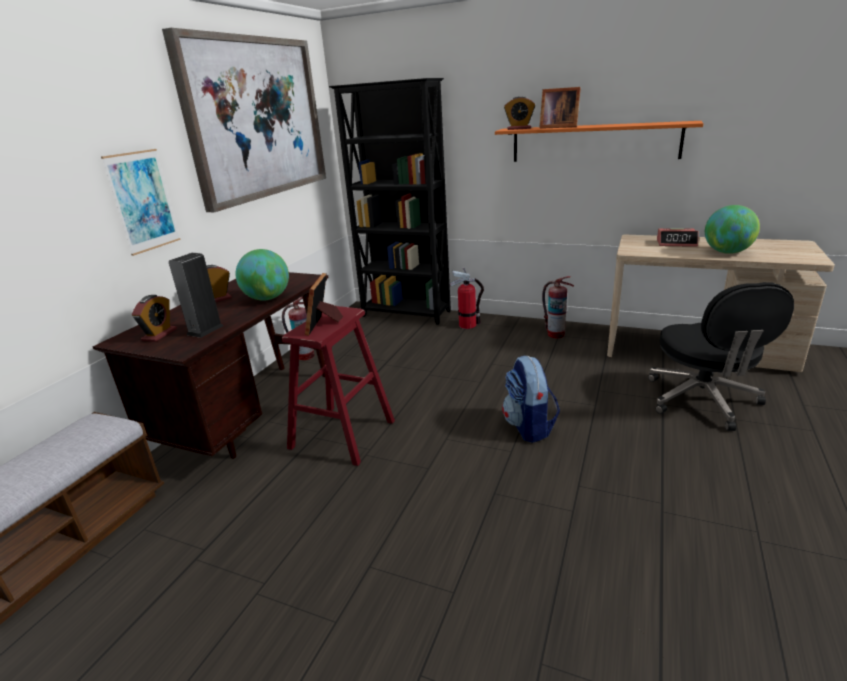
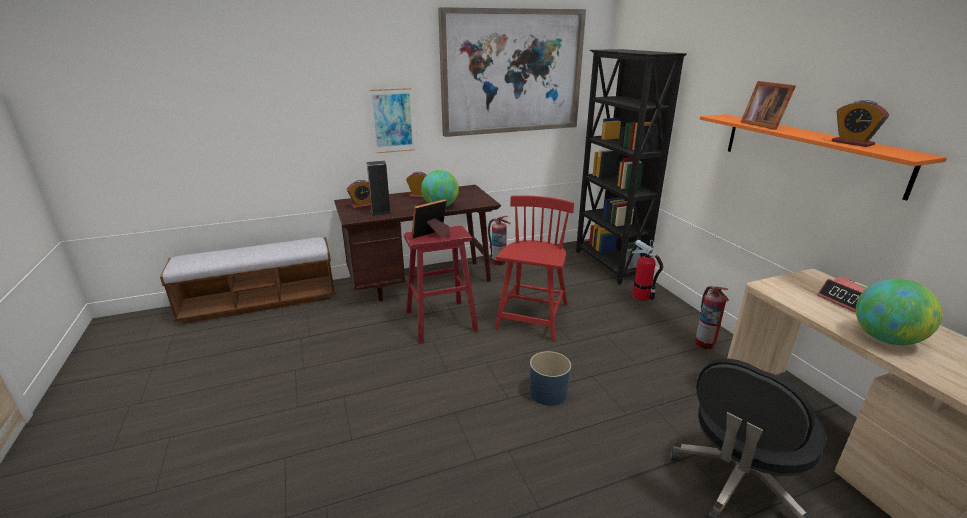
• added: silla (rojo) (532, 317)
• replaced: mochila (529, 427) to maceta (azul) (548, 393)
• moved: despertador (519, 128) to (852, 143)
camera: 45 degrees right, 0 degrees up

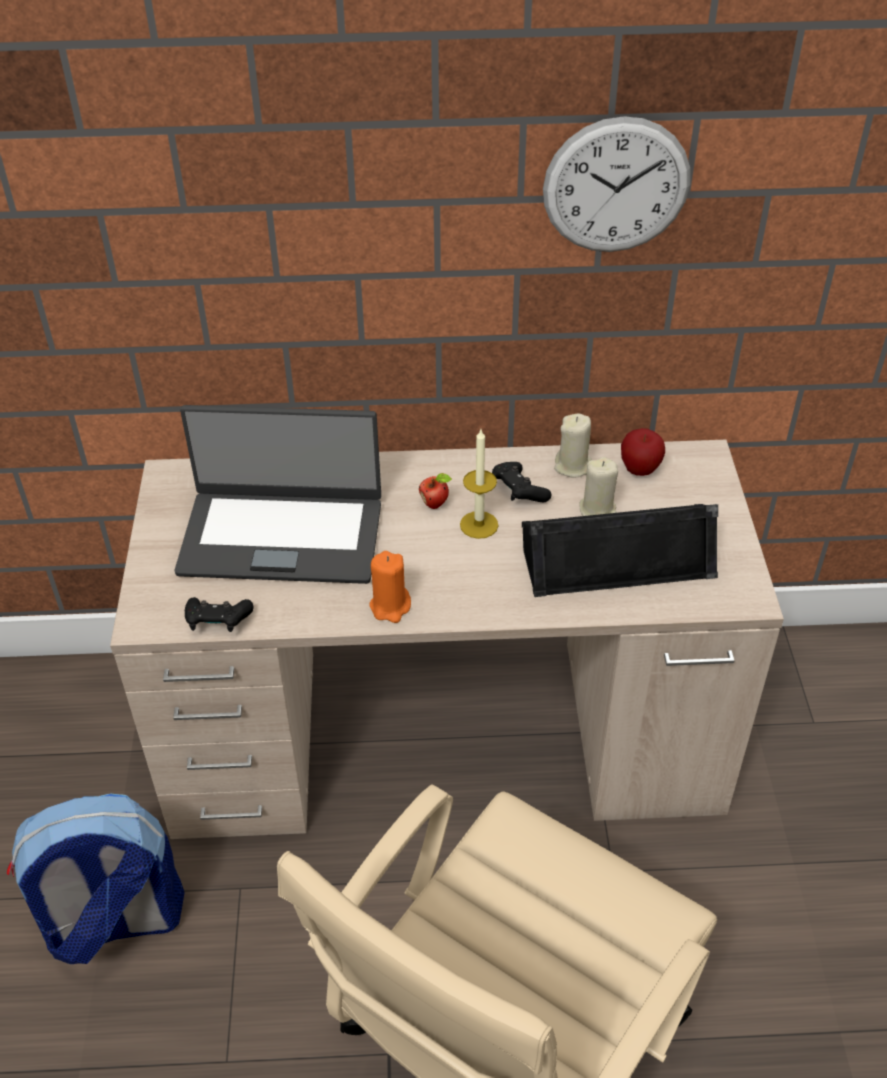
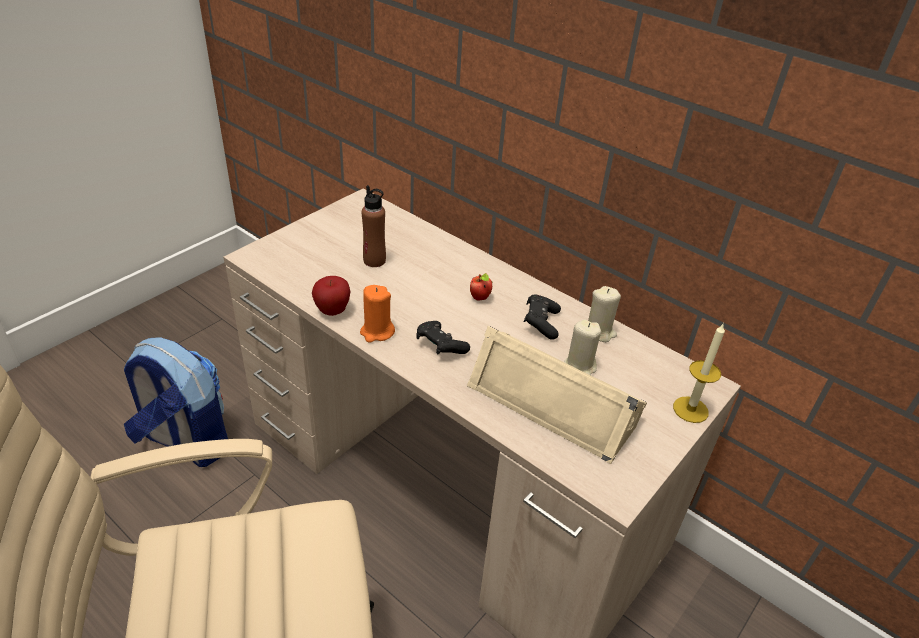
• moved: manzana (639, 470) to (332, 311)
• replaced: portátil (282, 535) to botella (marrón) (374, 260)
• moved: mando de consola (negro) (218, 622) to (440, 346)
• recoloured: altavoz (negro) (616, 557) to altavoz (beis) (554, 401)
• moved: vela (479, 525) to (690, 409)
• removed: reloj de pared (616, 186)
camera: 40 degrees right, 5 degrees down

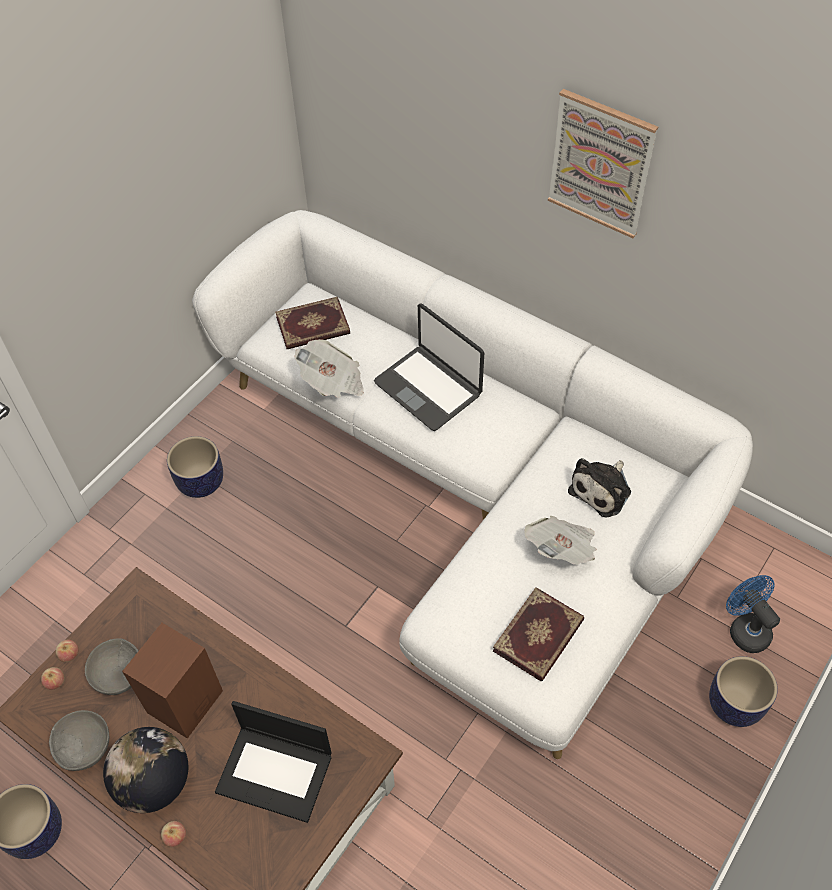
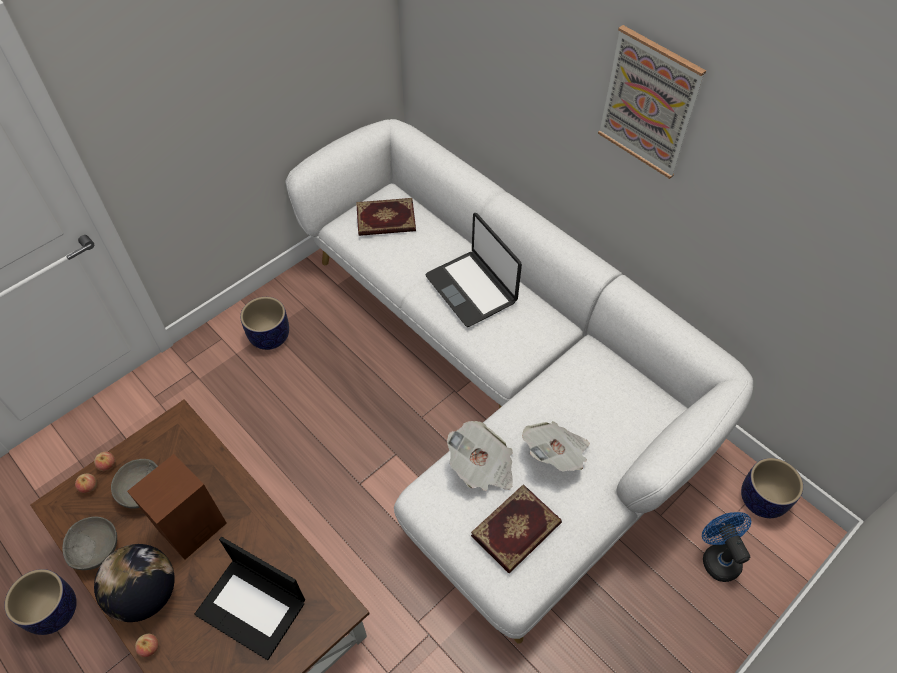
• moved: periódico (333, 382) to (482, 467)
• moved: maceta (735, 704) to (762, 500)
• removed: peluche (602, 490)
camera: 10 degrees right, 0 degrees up

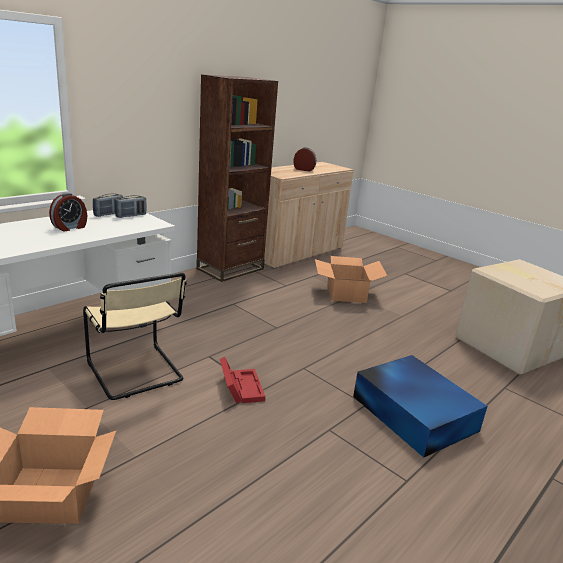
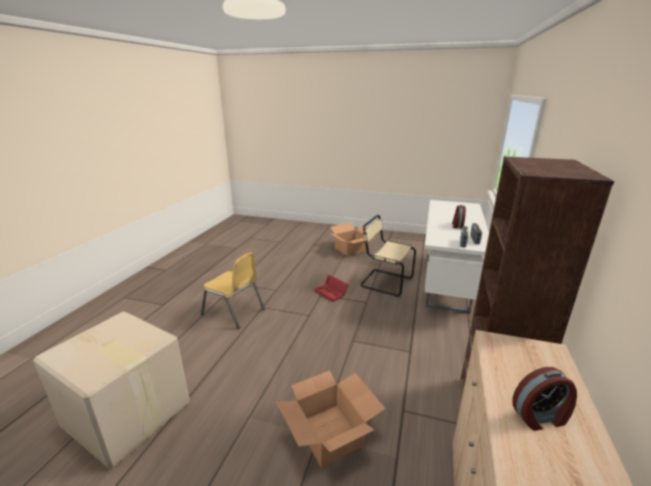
• replaced: caja de almacenaje (azul) (413, 412) to silla (amarillo) (233, 312)
camera: 155 degrees right, 0 degrees up

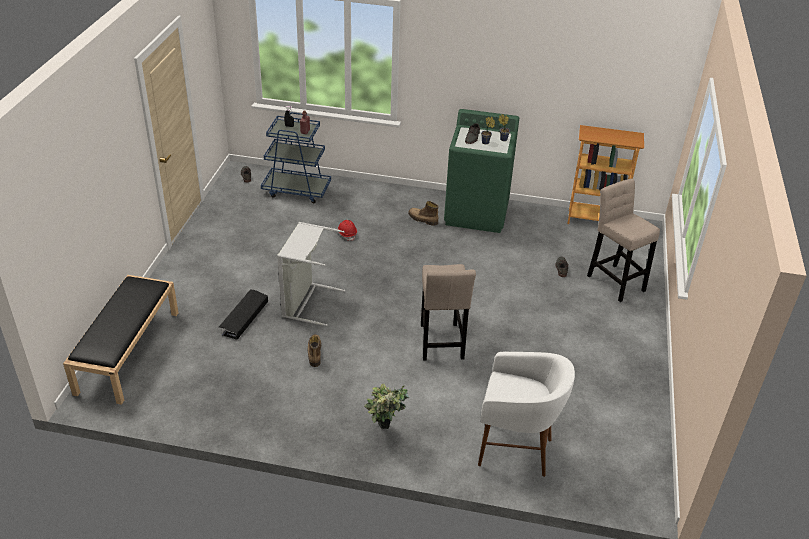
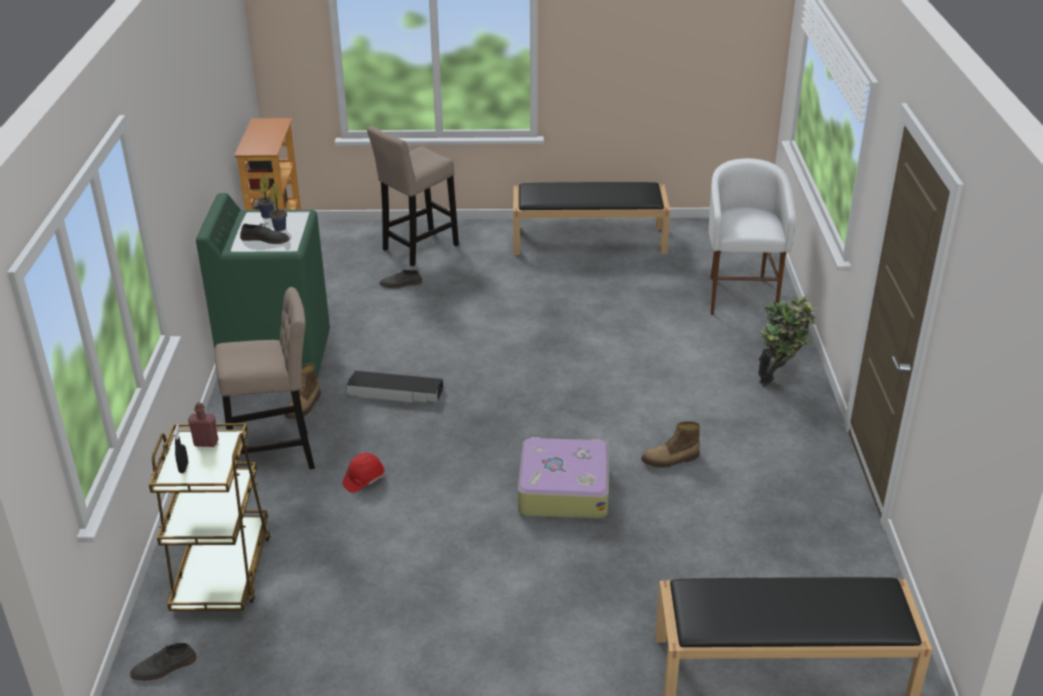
• recoloured: carrito (azul) (297, 190) to carrito (marrón) (223, 572)
• moved: taburete (beis) (441, 344) to (277, 456)
• moved: caja de almacenaje (negro) (244, 317) to (396, 392)
• added: banco (negro) (590, 240)
• replaced: cesto de la ropa (gris) (306, 302) to maleta (563, 489)
camera: 100 degrees left, 5 degrees down

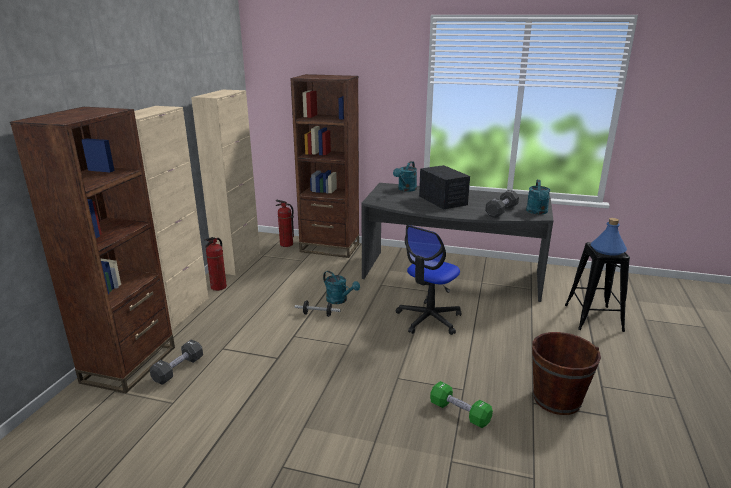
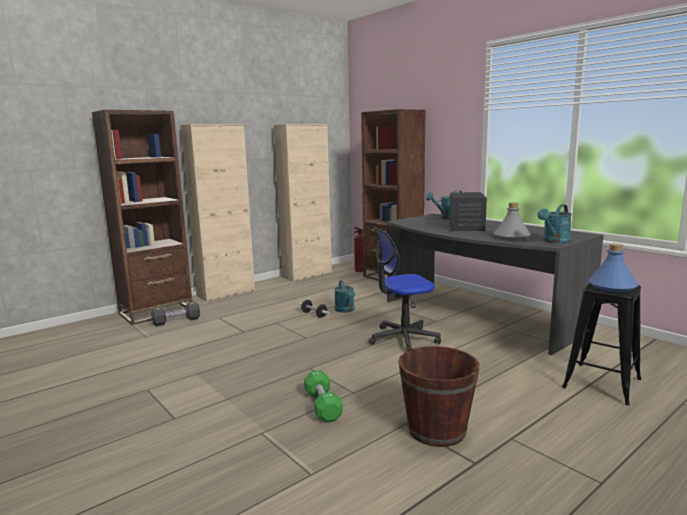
• replaced: mancuerna (negro) (501, 211) to botella (gris) (511, 237)
• removed: extintor (219, 287)
camera: 35 degrees right, 10 degrees down

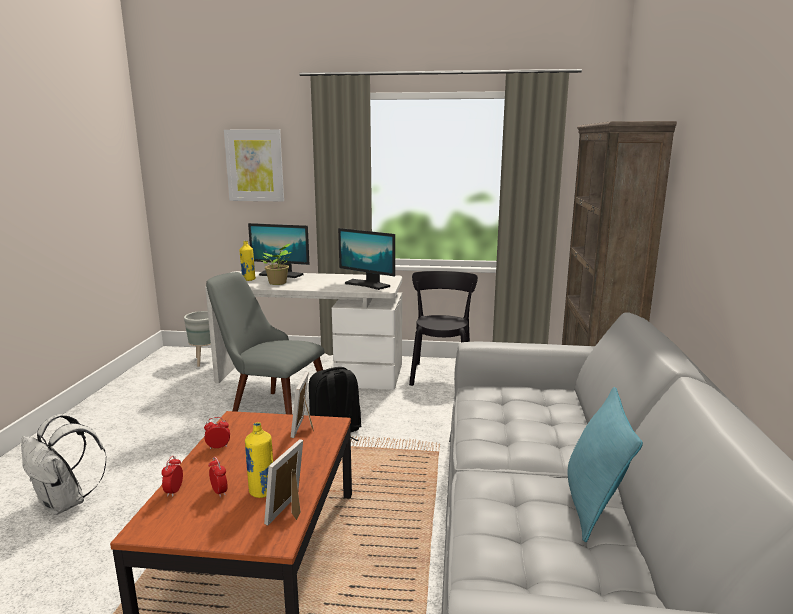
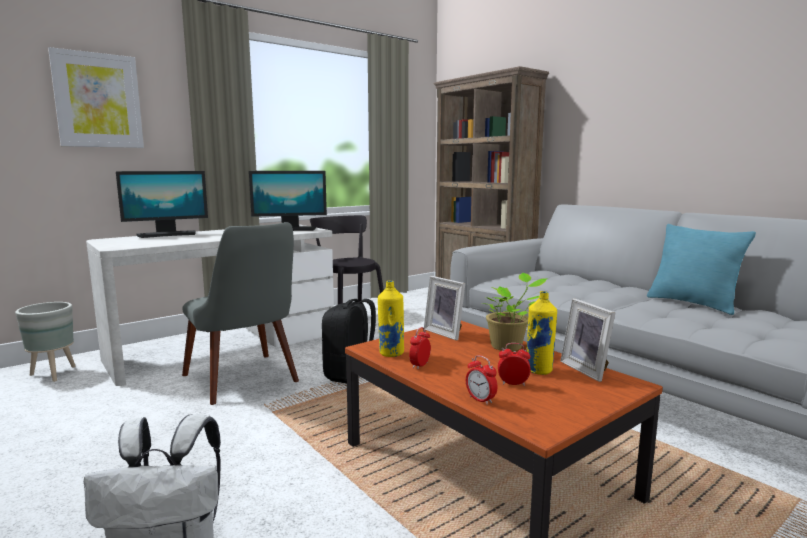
• turned: silla (gris) (270, 410) = (247, 382) 105 degrees counterclockwise
• moved: botella (amarillo) (248, 279) to (391, 353)
• moved: planta en maceta (278, 283) to (509, 346)
camera: 45 degrees left, 5 degrees down

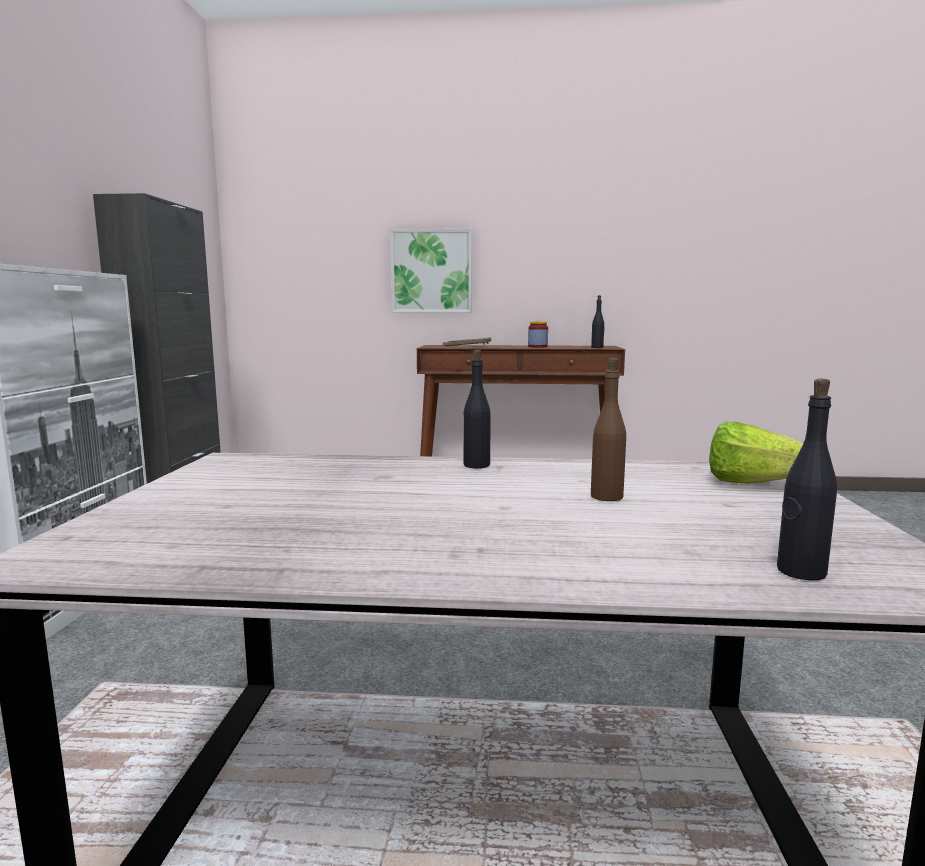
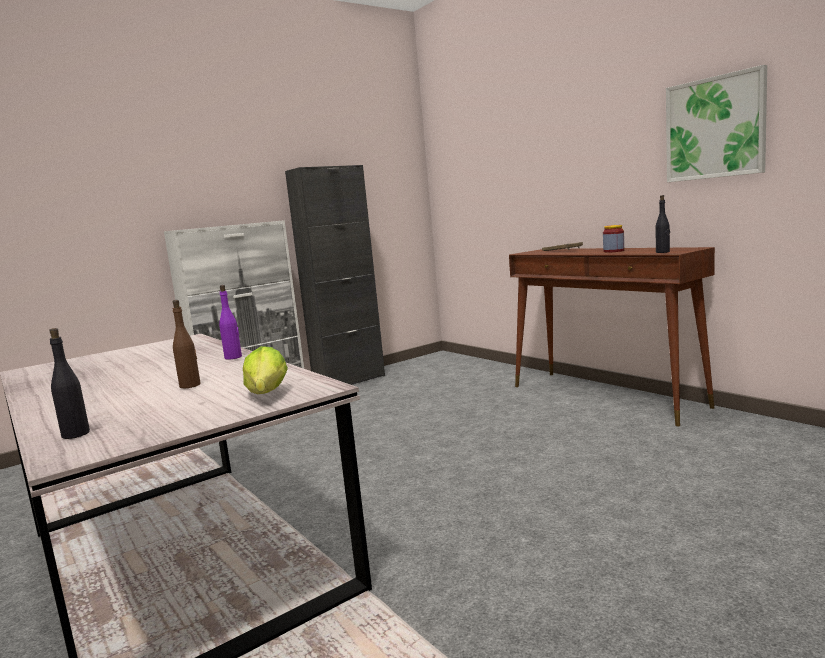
• recoloured: botella (negro) (476, 465) to botella (morado) (233, 357)
• moved: cuadro (431, 271) to (715, 128)
camera: 50 degrees right, 0 degrees up

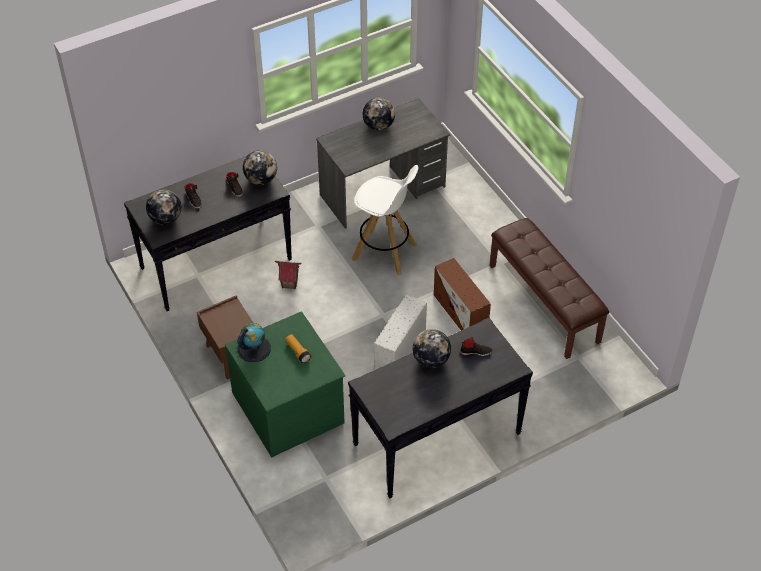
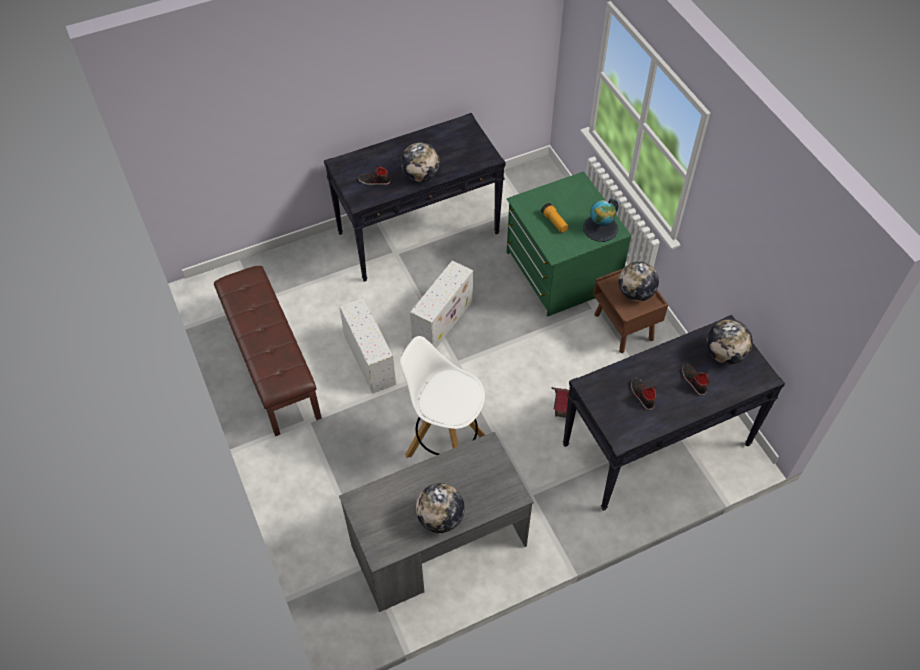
• recoloured: caja de almacenaje (marrón) (461, 314) to caja de almacenaje (blanco) (369, 358)
• moved: globo terráqueo (261, 179) to (635, 293)
camera: 175 degrees left, 5 degrees up

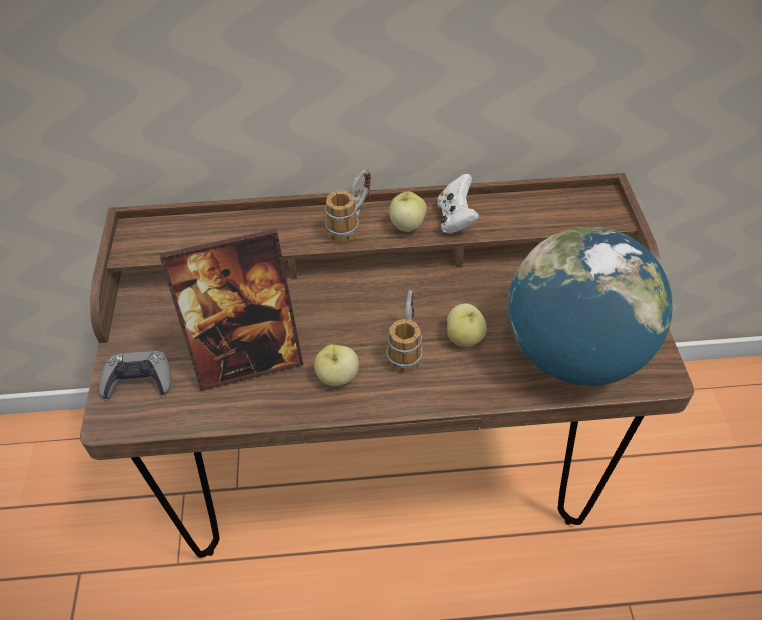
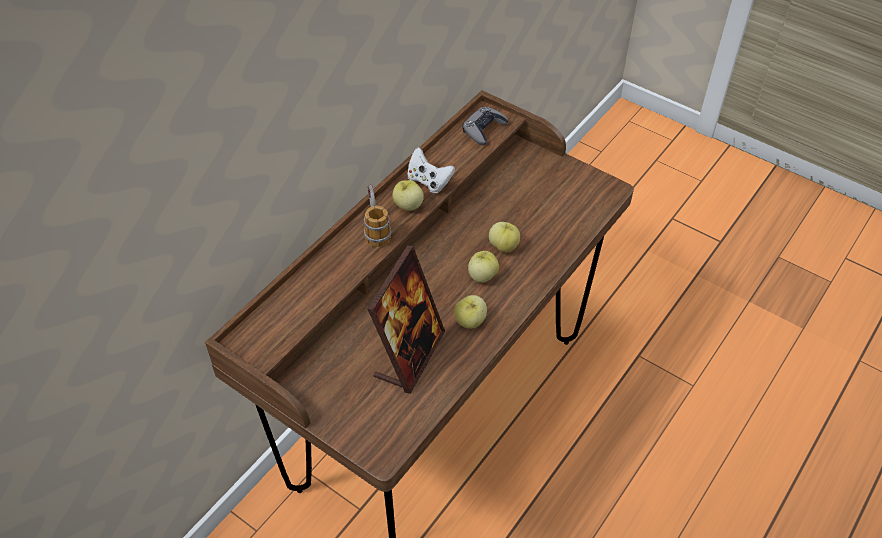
• moved: mando de consola (gris) (138, 380) to (484, 129)
• replaced: taza grande (406, 347) to manzana (482, 276)
• removed: globo terráqueo (573, 353)
camera: 50 degrees left, 0 degrees up

